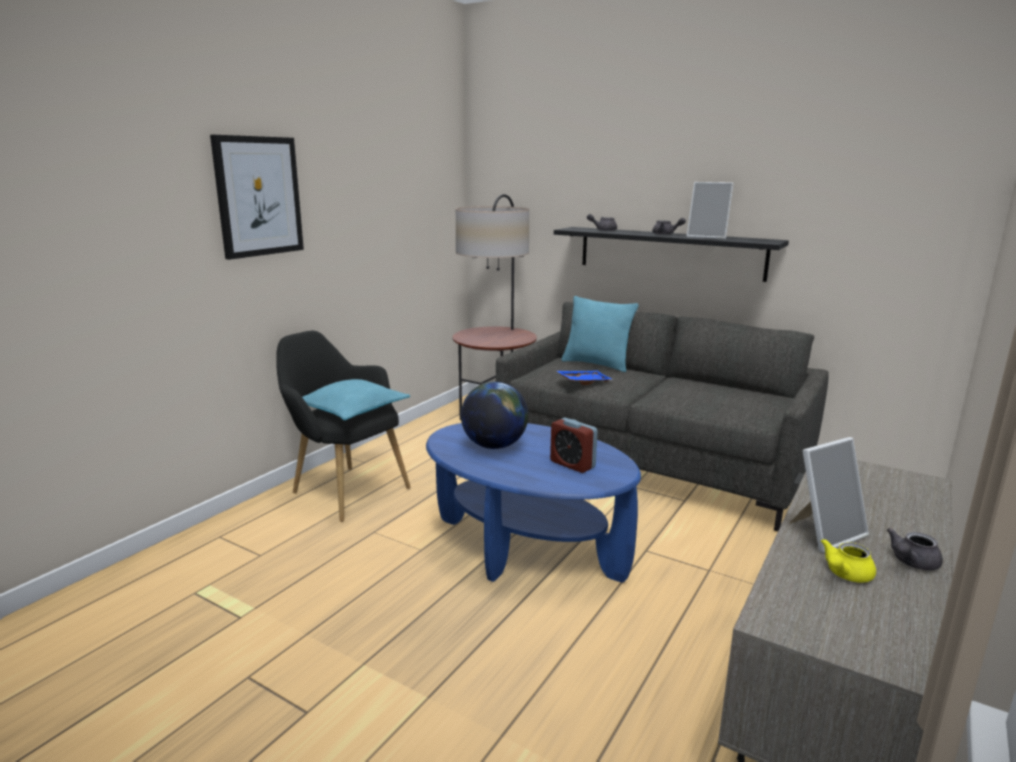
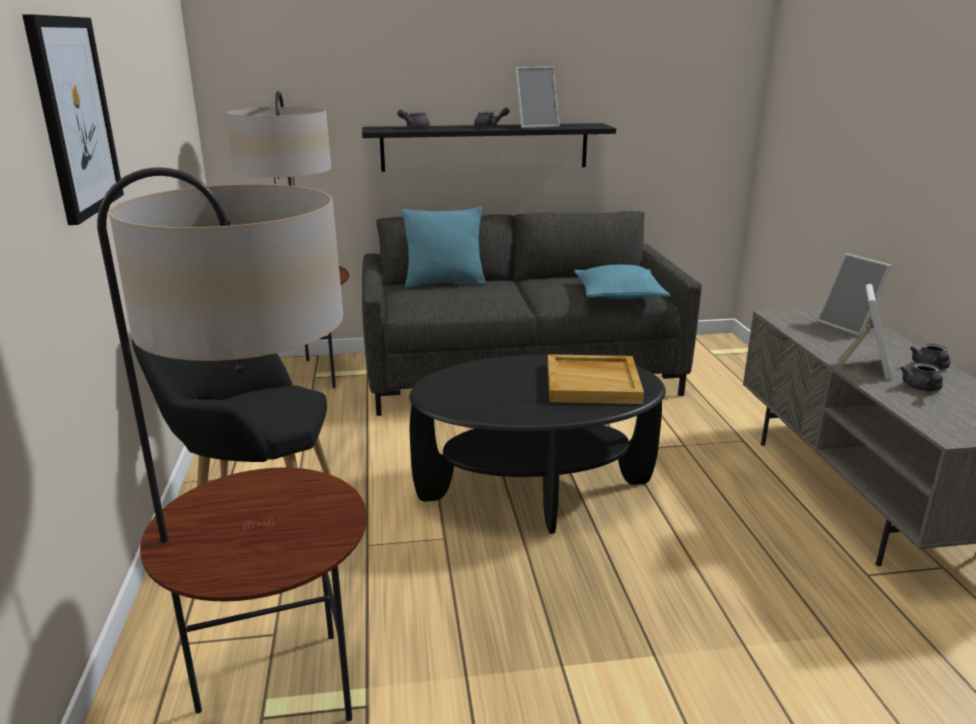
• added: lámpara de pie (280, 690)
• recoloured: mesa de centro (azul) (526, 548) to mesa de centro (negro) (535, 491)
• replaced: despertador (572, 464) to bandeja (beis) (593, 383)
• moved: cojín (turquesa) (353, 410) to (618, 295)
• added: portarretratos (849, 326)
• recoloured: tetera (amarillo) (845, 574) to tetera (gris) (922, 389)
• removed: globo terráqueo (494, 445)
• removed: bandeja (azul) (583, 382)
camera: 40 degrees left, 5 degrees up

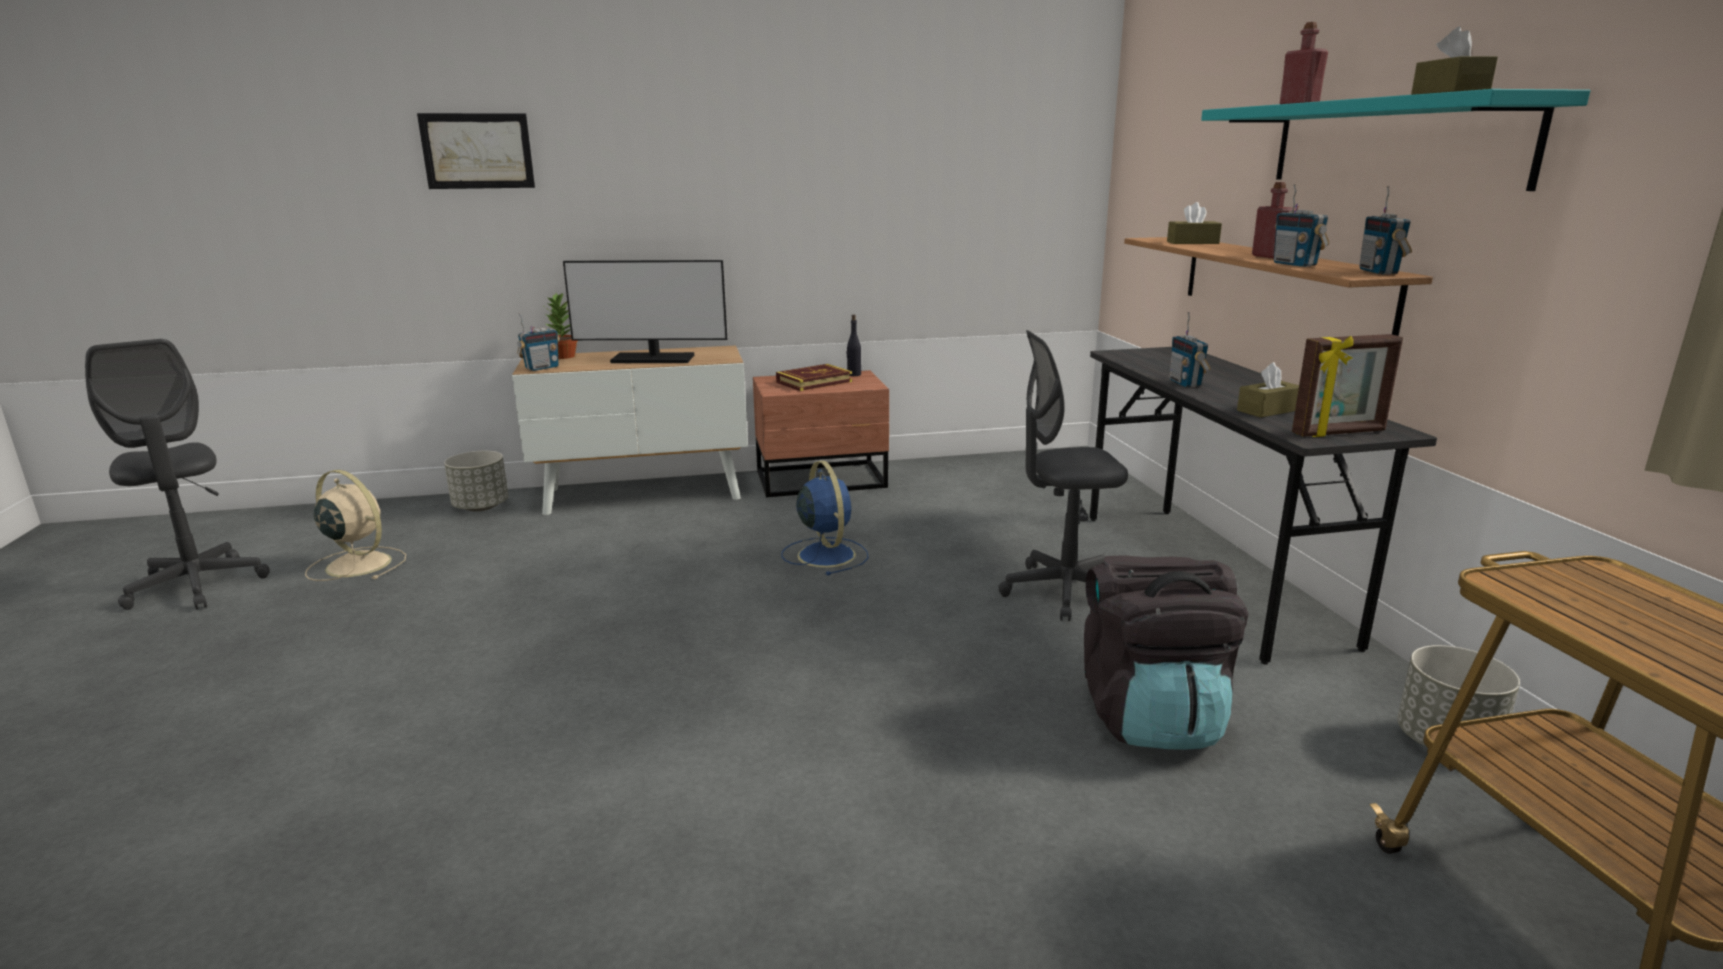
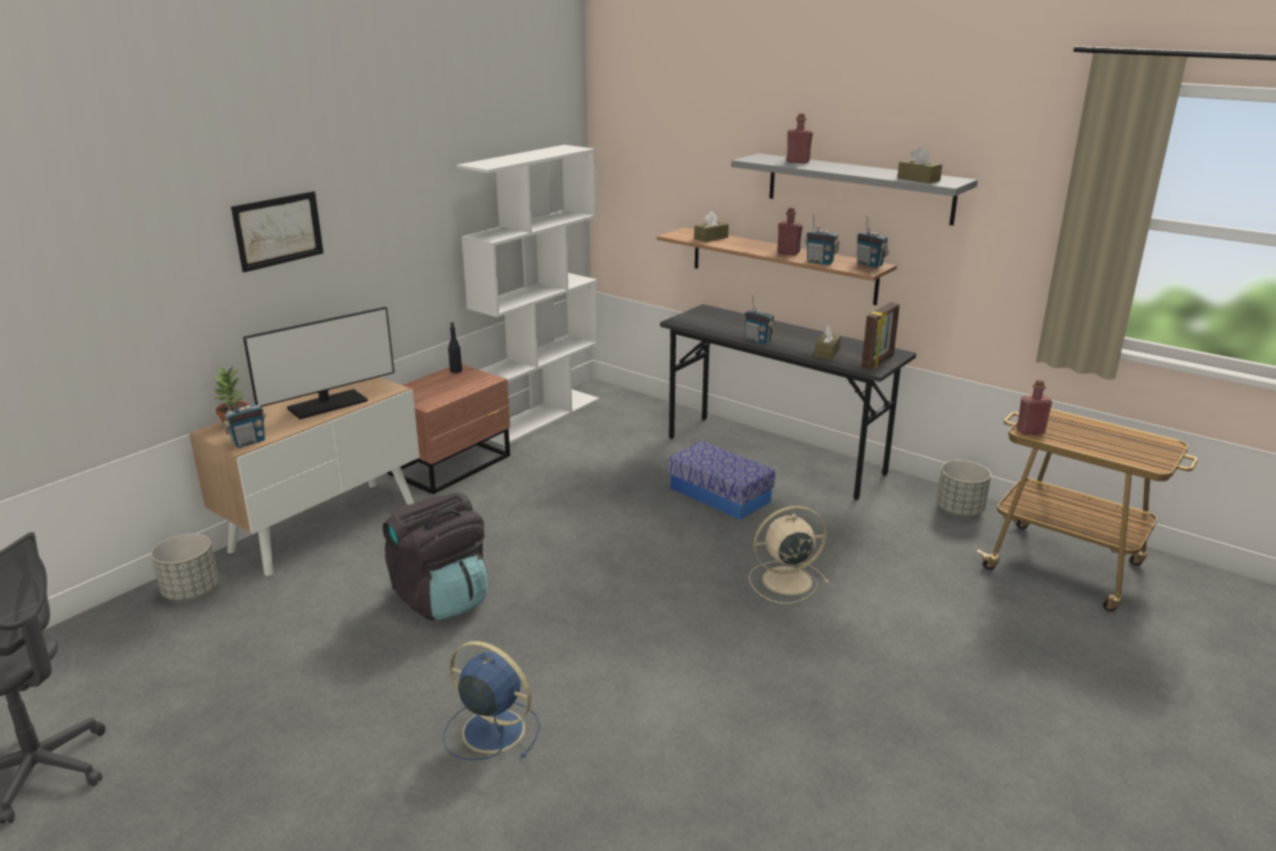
• turned: radio (541, 368) = (248, 442) 45 degrees clockwise
• moved: cuadro (477, 151) to (278, 230)
• moved: mochila (negro) (1151, 717) to (441, 598)
• moved: ventilador (azul) (825, 554) to (491, 730)
• added: estantería (blanco) (540, 416)
• replaced: silla de oficina (gris) (1063, 592) to caja de almacenaje (719, 495)
• recoloured: estante (turquesa) (1391, 143) to estante (gris) (858, 188)
• moved: ventilador (beis) (357, 564) to (784, 581)
• added: botella (rojo) (1030, 431)
• removed: libro (814, 382)
camera: 40 degrees left, 5 degrees up

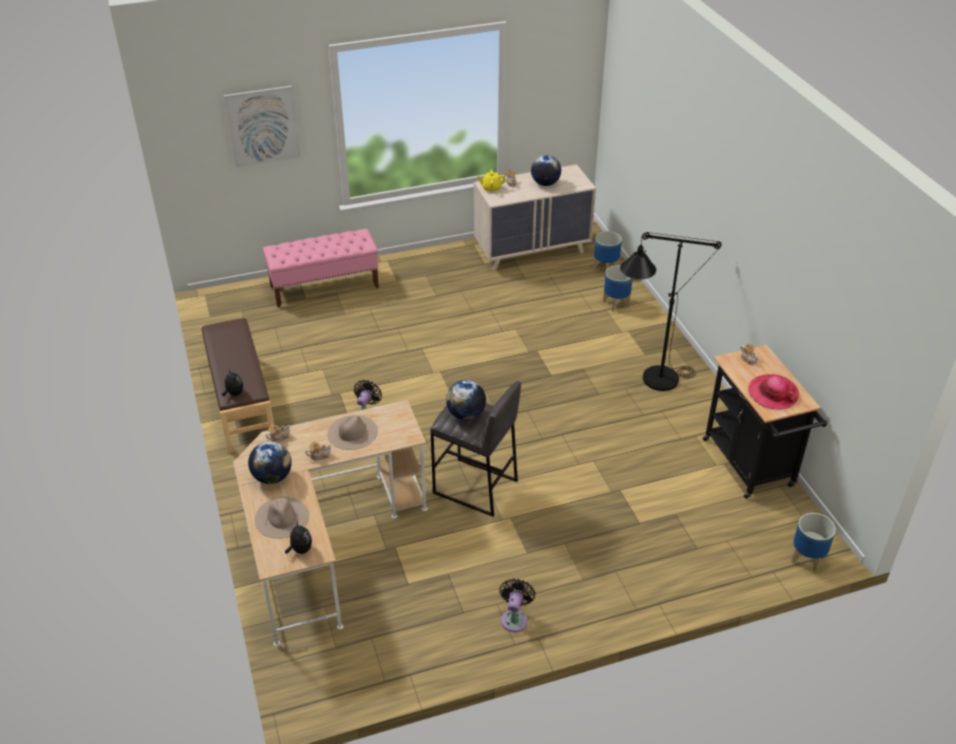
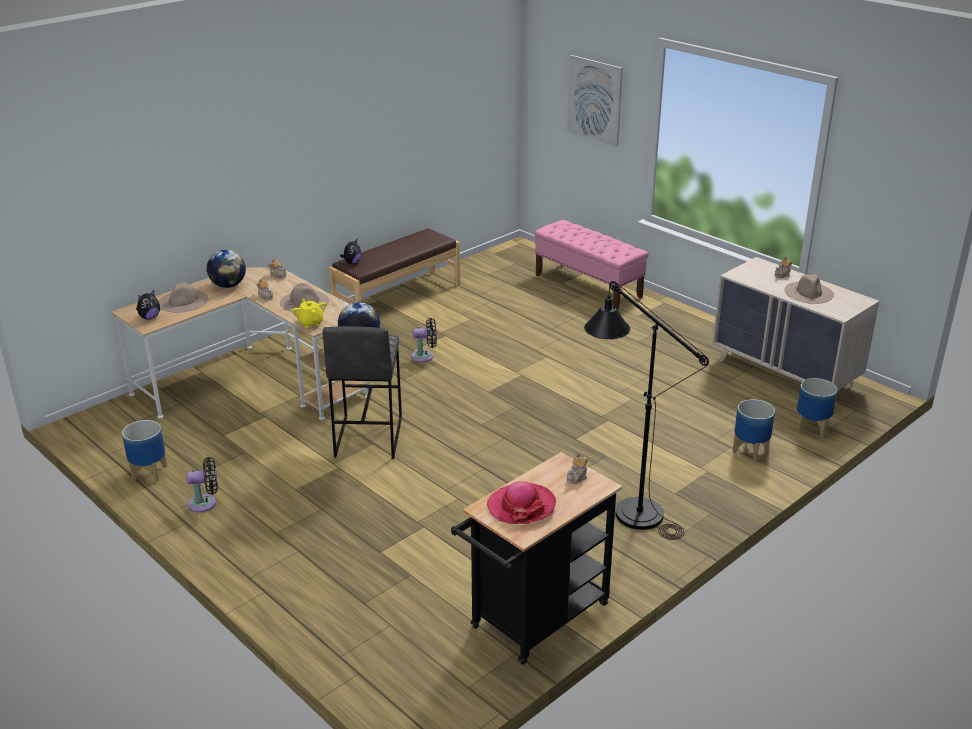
• moved: maceta (807, 559) to (149, 473)
• moved: tetera (amarillo) (491, 188) to (310, 322)
• replaced: globo terráqueo (545, 183) to sombrero (beis) (809, 292)
camera: 65 degrees right, 10 degrees down

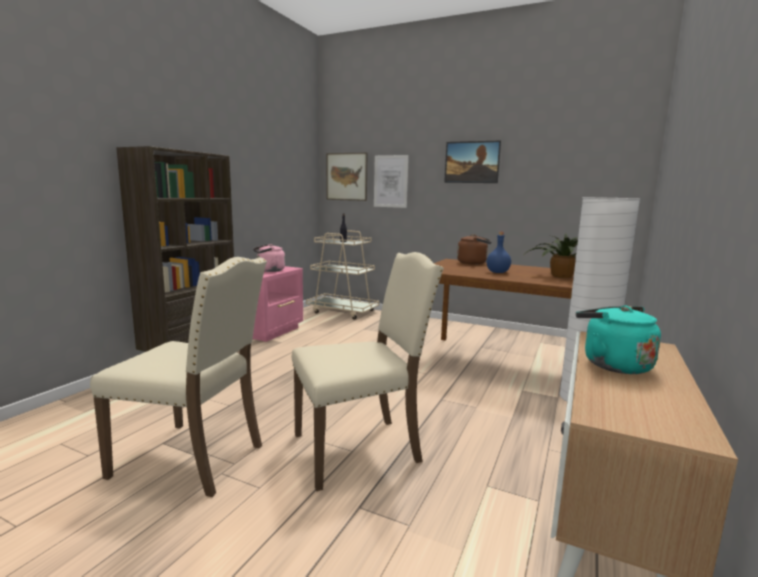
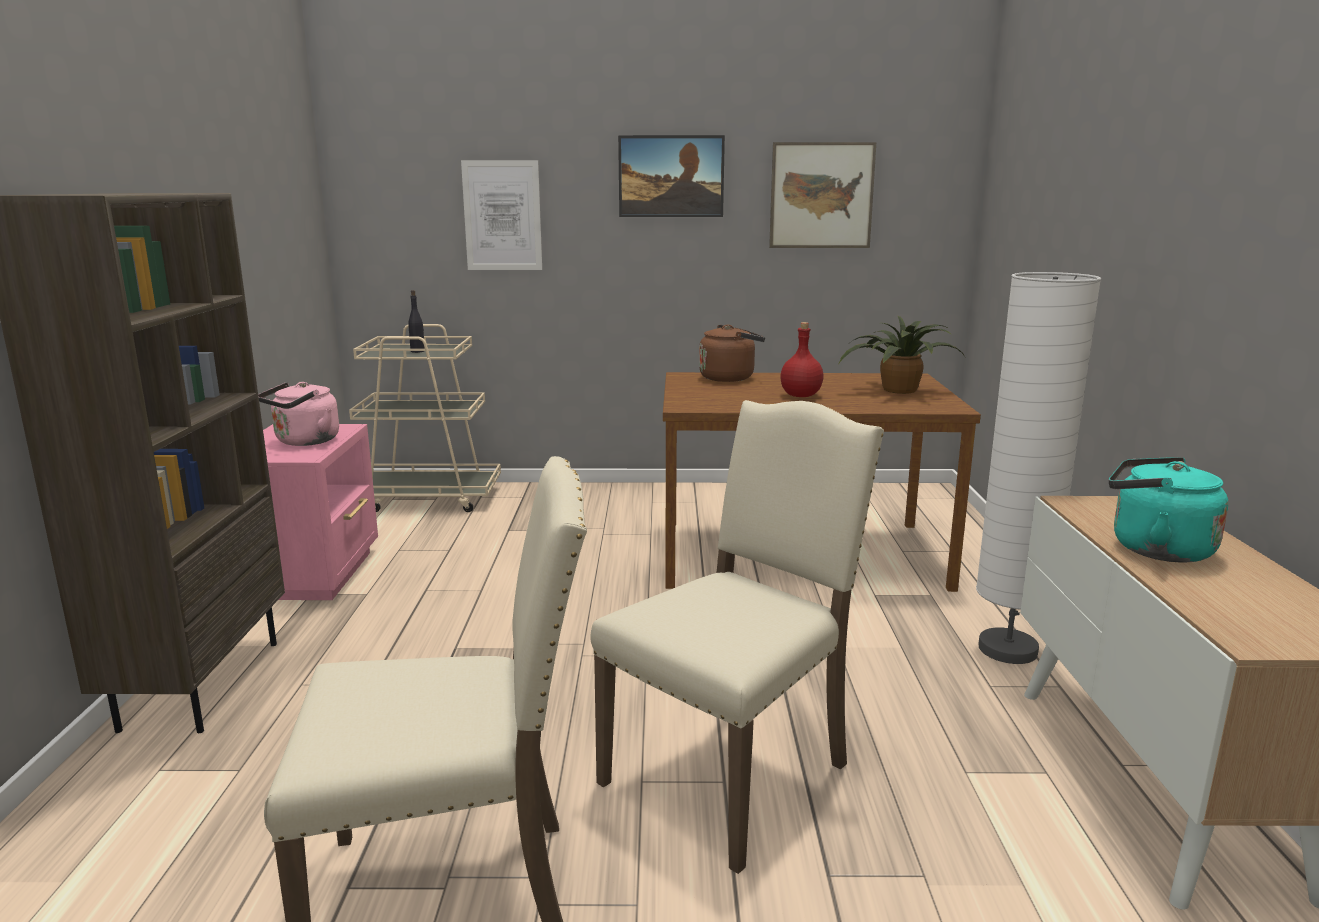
• moved: cuadro (346, 176) to (821, 195)
• recoloured: botella (azul) (498, 272) to botella (rojo) (801, 396)
camera: 25 degrees left, 5 degrees up

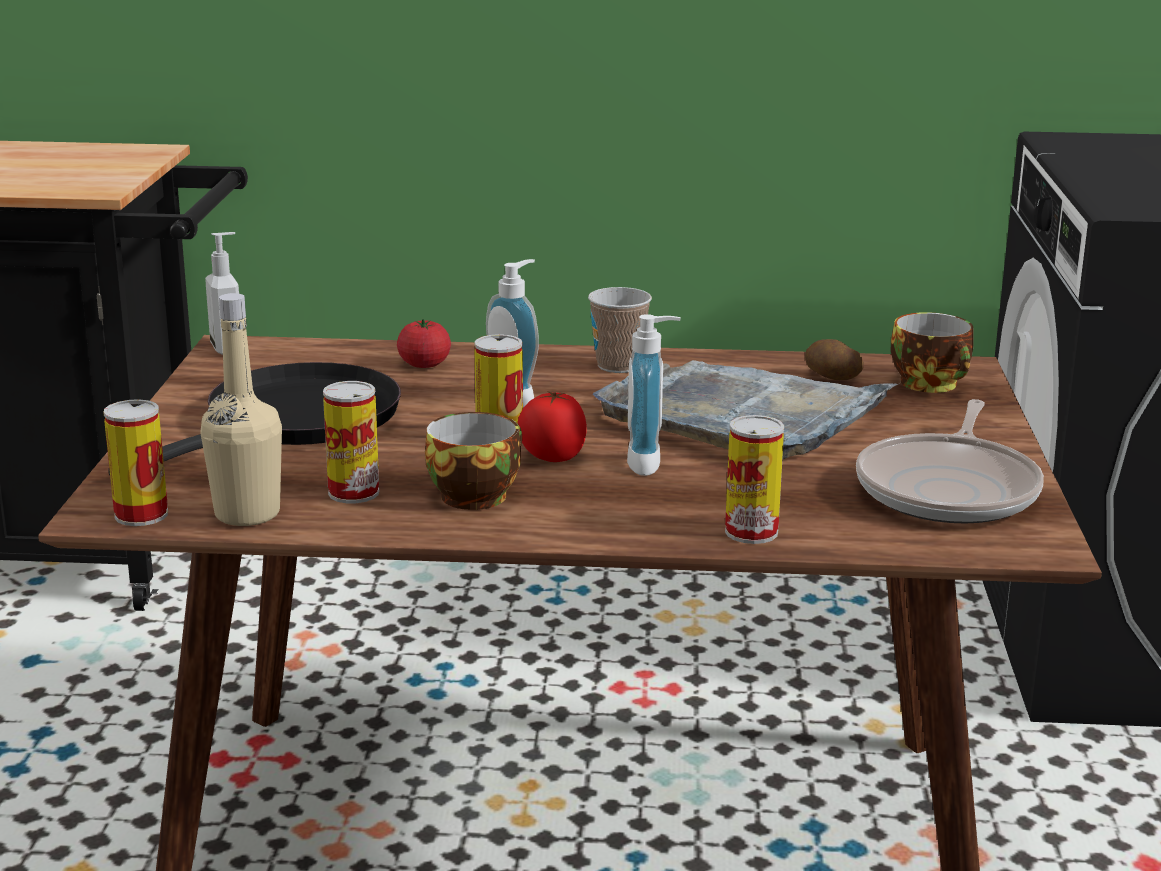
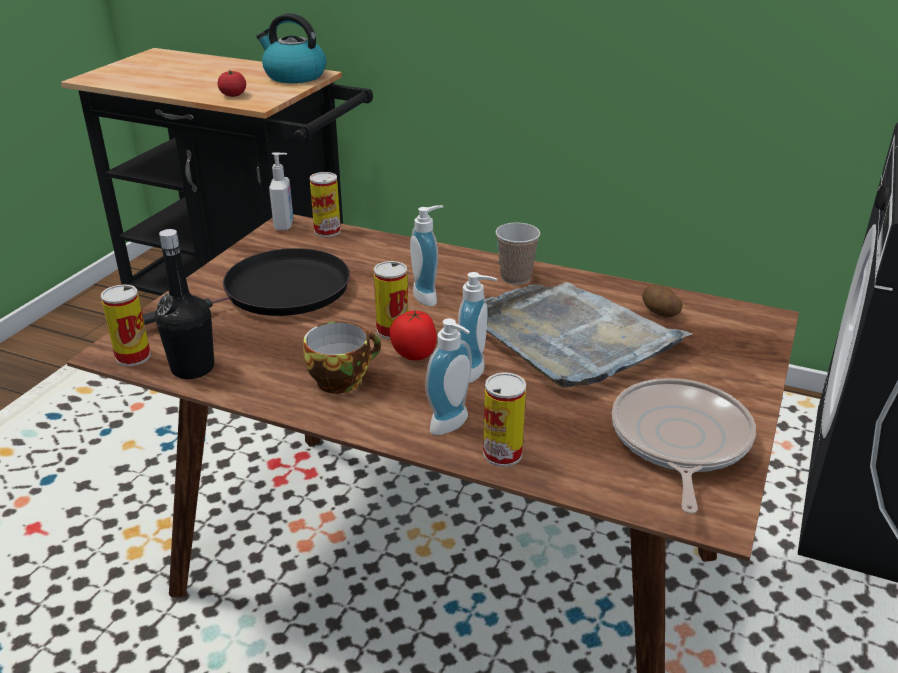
• recoloured: botella (beis) (247, 514) to botella (negro) (193, 368)
• moved: tomate (424, 365) to (233, 95)
• added: hervidor (294, 76)
• moved: lata (353, 493) to (327, 231)
• added: dispensador de jabón (453, 426)
• turned: sartén (950, 489) = (679, 441) 150 degrees clockwise
• removed: taza (933, 384)
camera: 20 degrees right, 10 degrees up

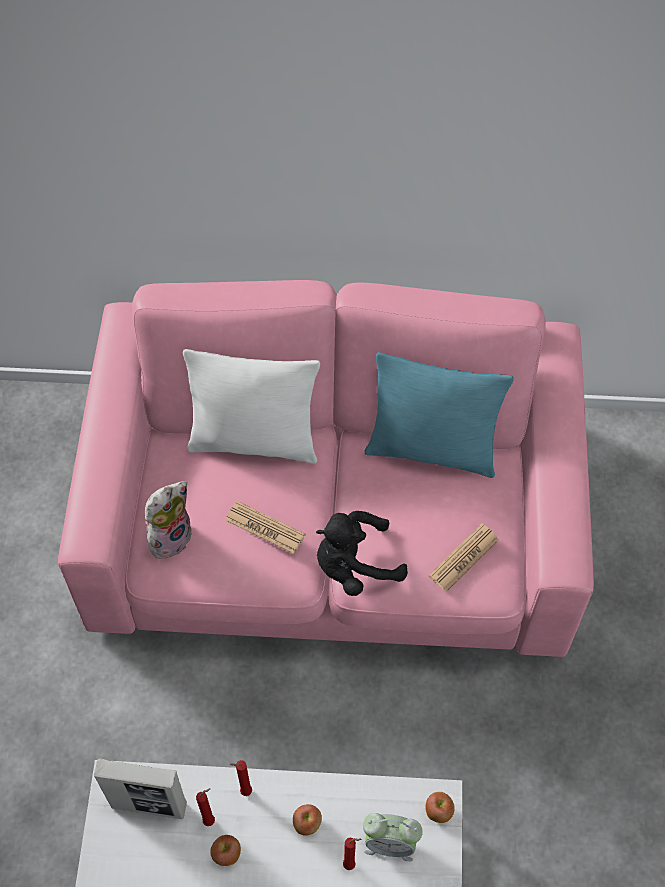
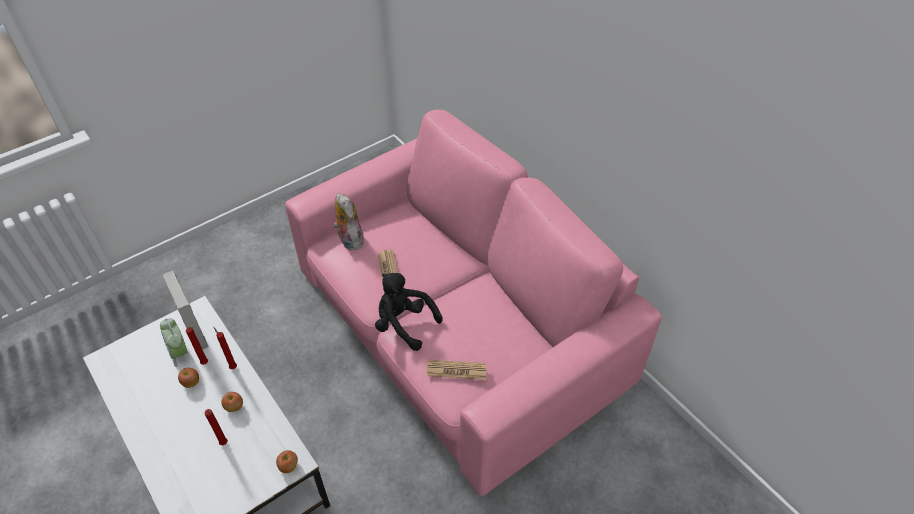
• moved: despertador (390, 843) to (179, 352)
• turned: peluche (169, 536) = (349, 240) 120 degrees counterclockwise
• removed: cojín (blanco) (254, 442)
• removed: cojín (turquesa) (431, 450)
camera: 50 degrees right, 10 degrees down

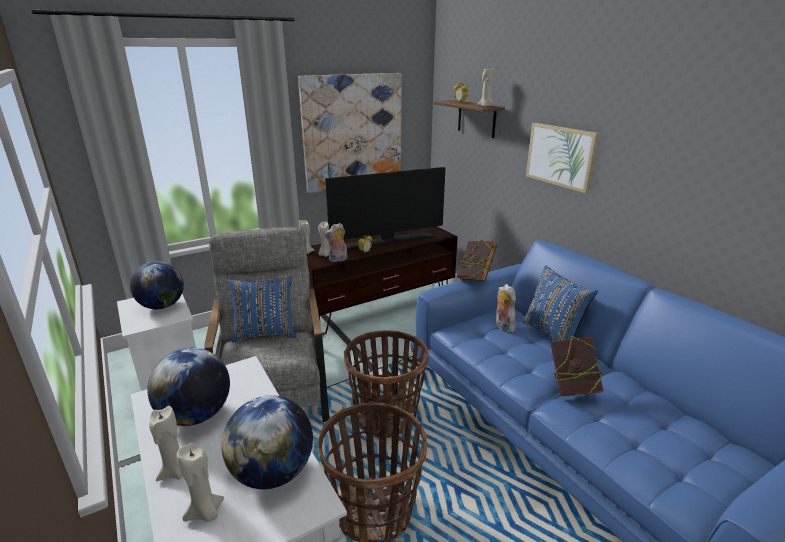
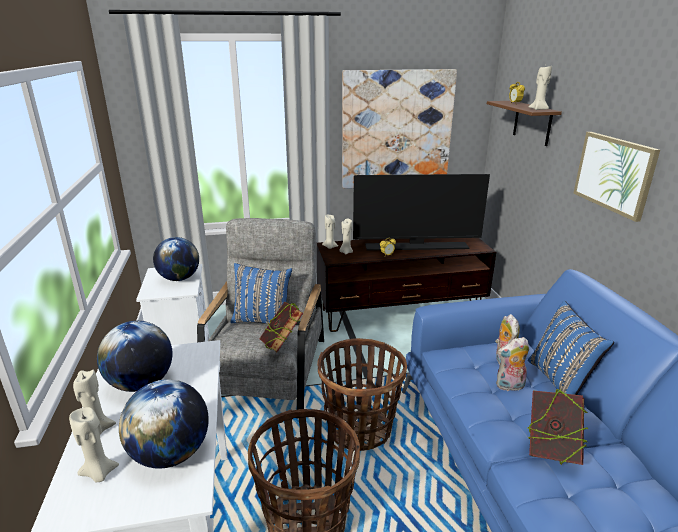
• moved: libro (475, 278) to (282, 345)
• moved: peluche (338, 260) to (509, 386)
camera: 20 degrees right, 0 degrees up

